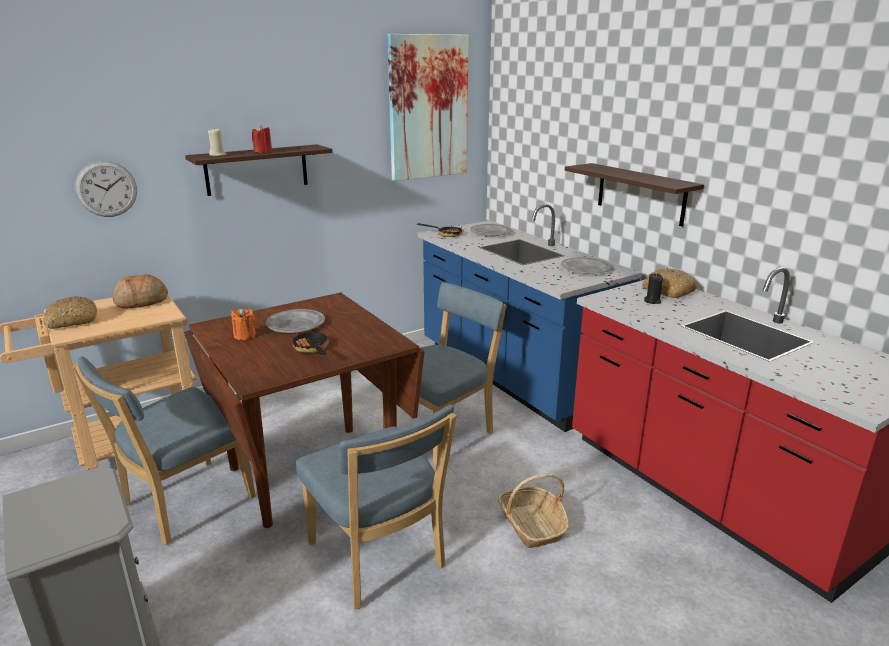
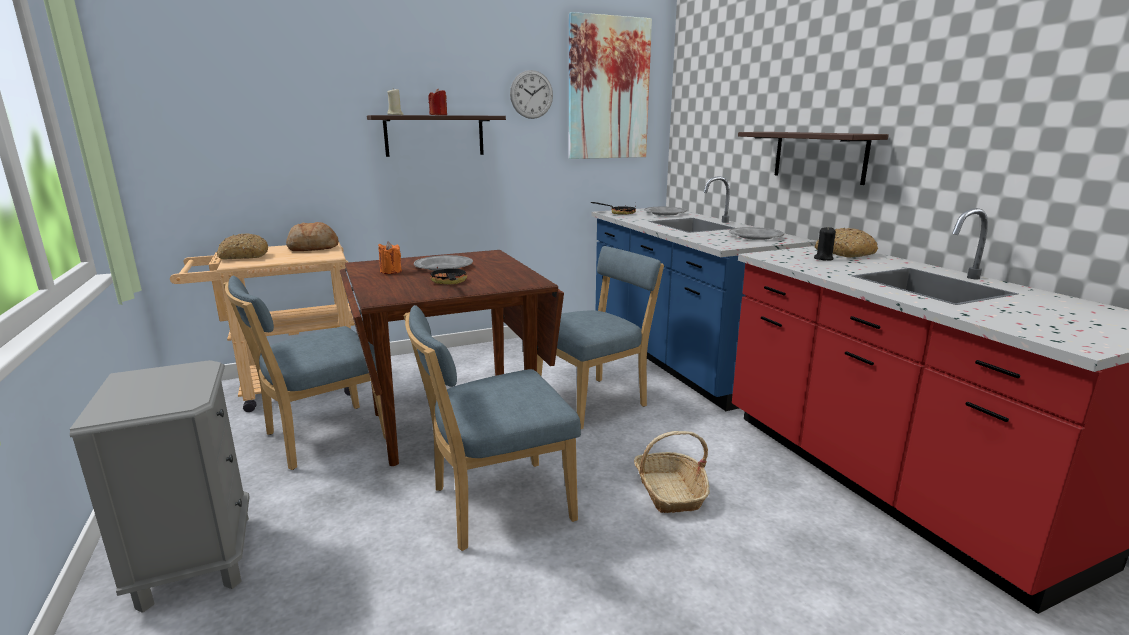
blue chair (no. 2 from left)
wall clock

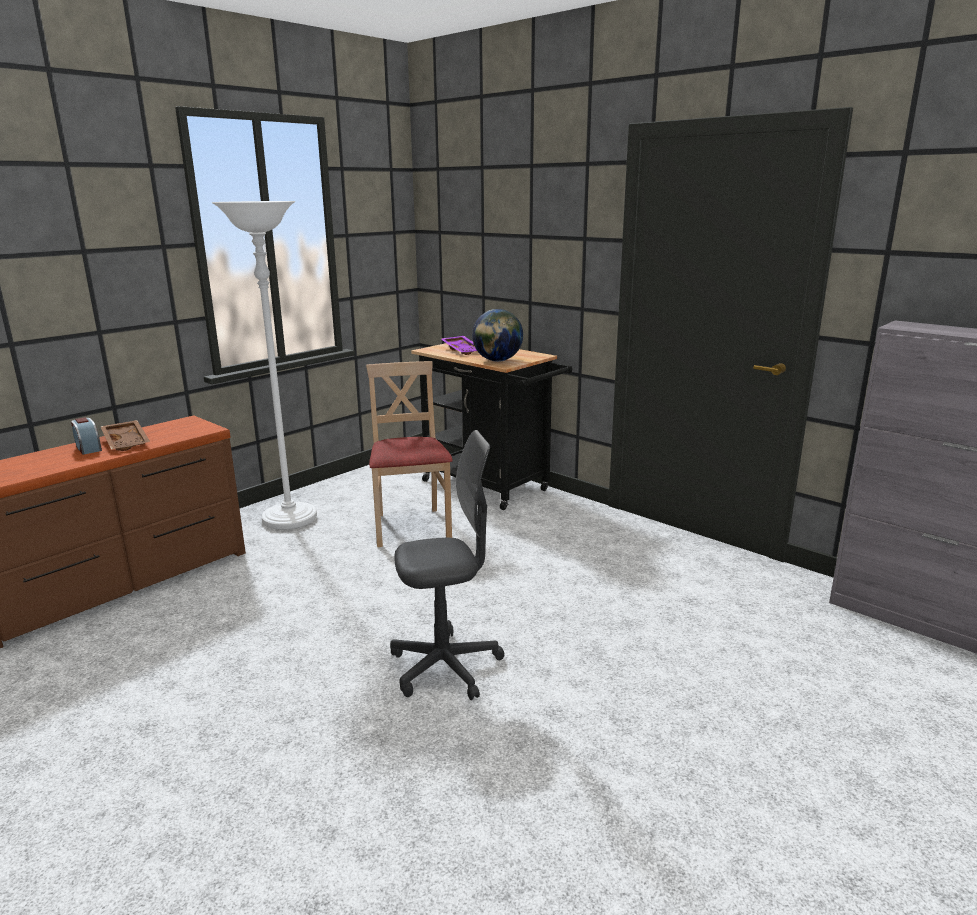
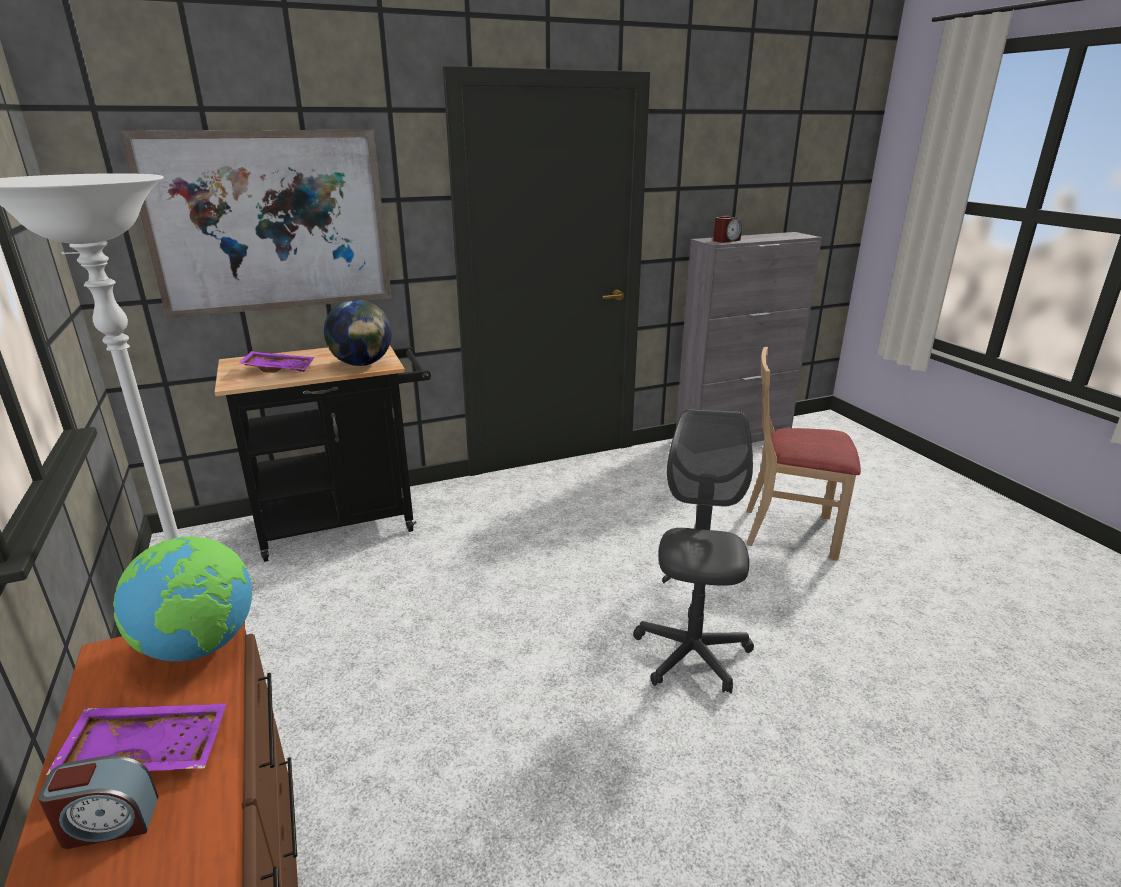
purple tray (no. 1 from left)
globe (no. 1 from left)
picture
alarm clock (no. 2 from left)
beige chair

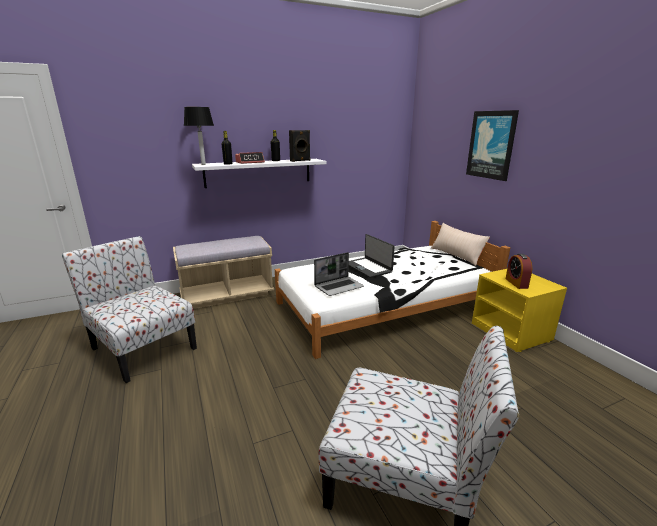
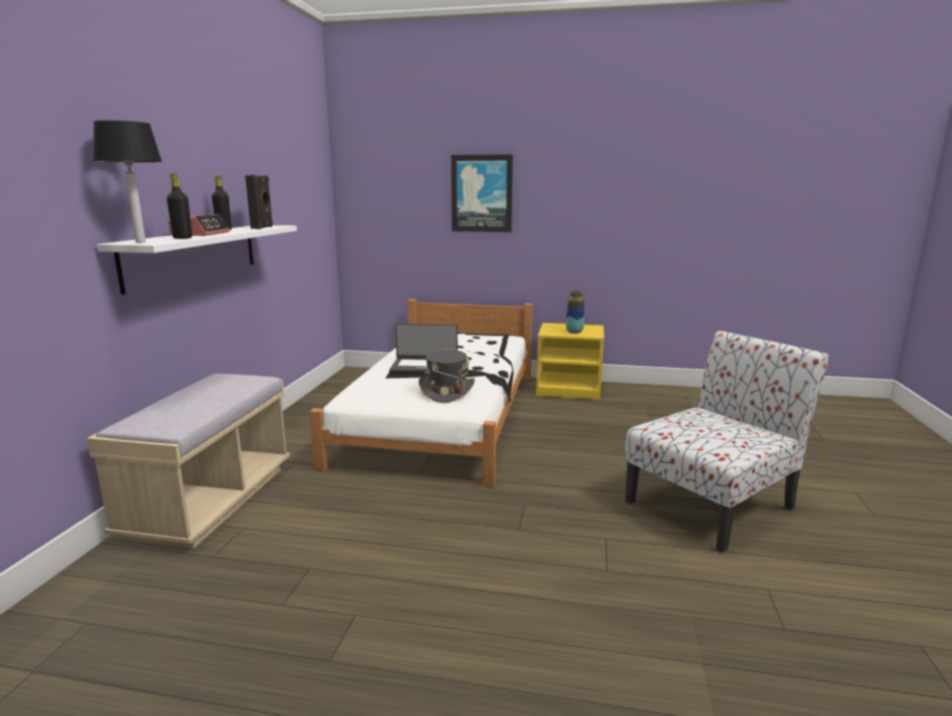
grey hat
vase
chair (no. 1 from left in the first image)
beige pillow

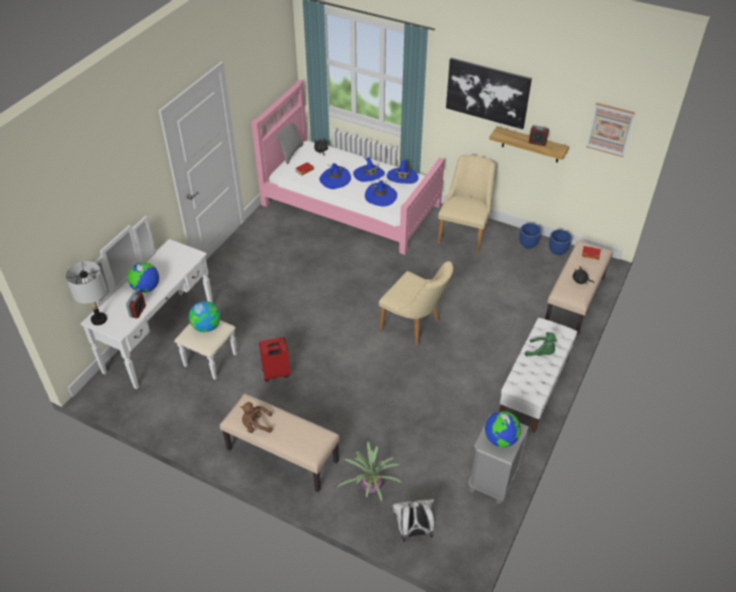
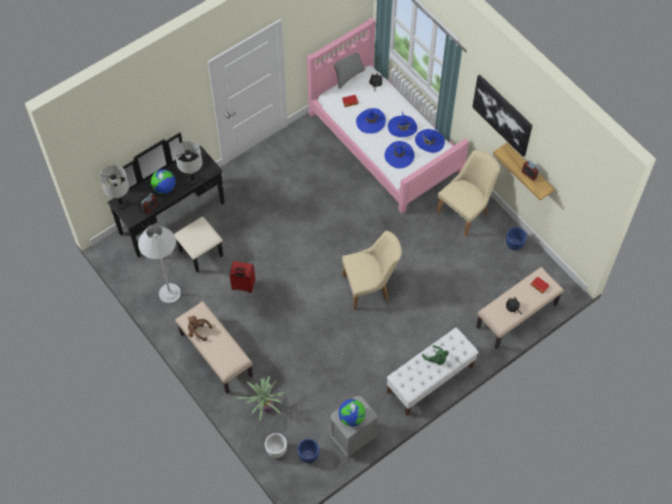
black dresser
white floor lamp
grey table lamp (no. 2 from left)
white planter
blue planter (no. 1 from left)
beige chair (no. 1 from left)
globe (no. 2 from left in the first image)
picture (no. 2 from left in the first image)

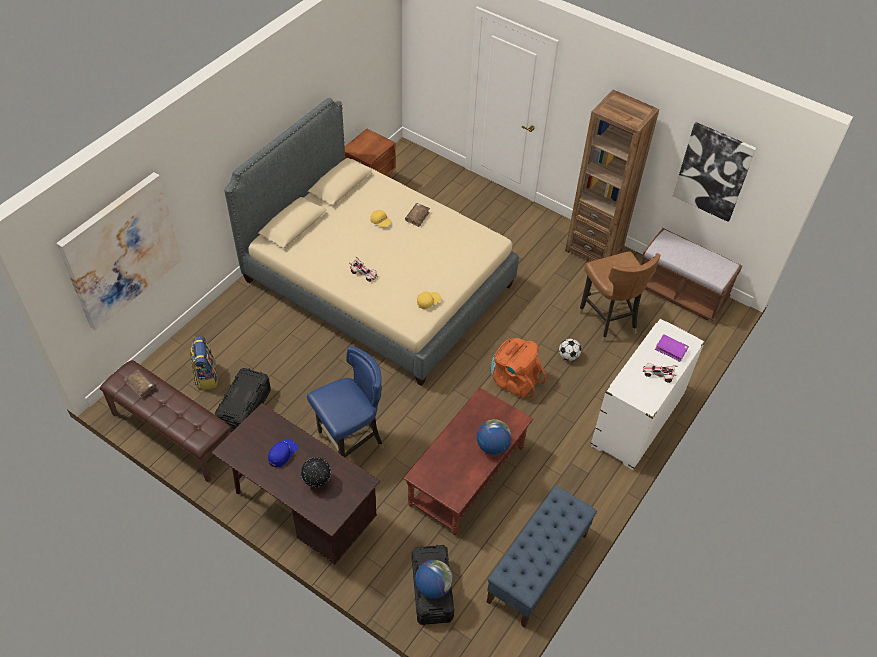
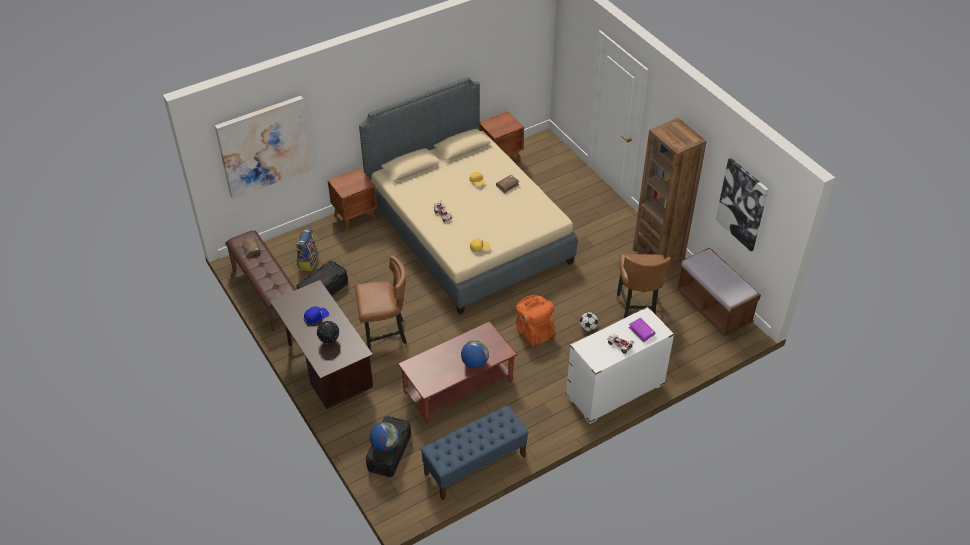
brown nightstand (no. 1 from left)
brown chair (no. 1 from left)

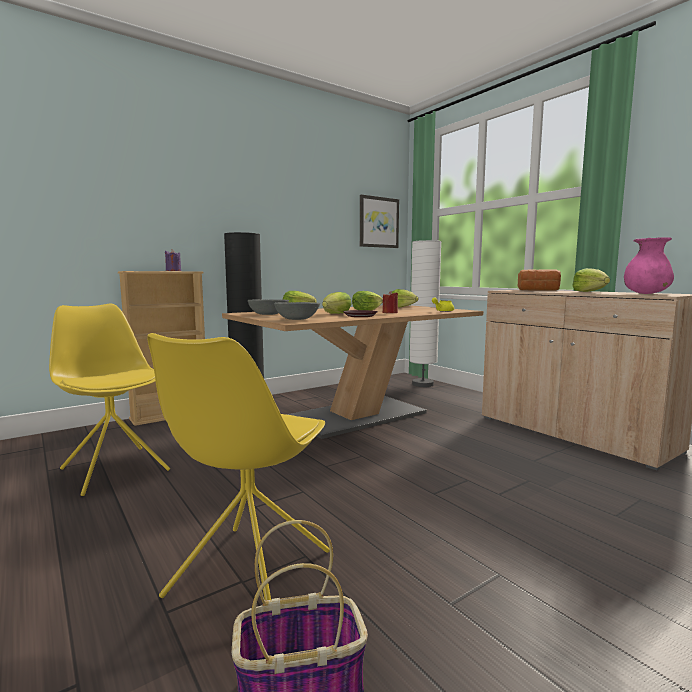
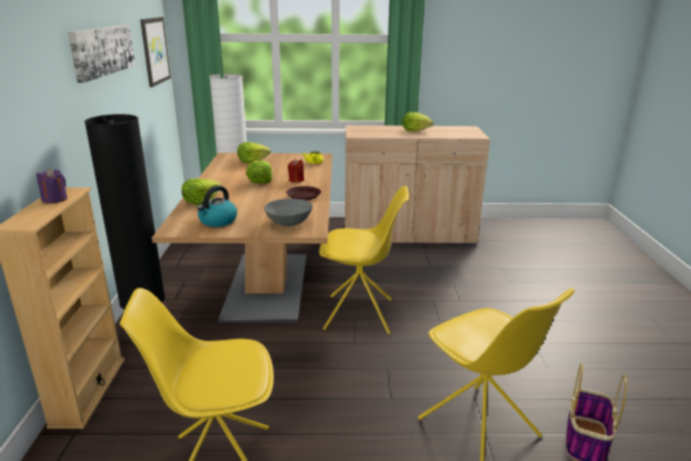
picture (no. 1 from left)
kettle
yellow chair (no. 2 from left)
lettuce (no. 2 from left in the first image)
bread
pink vase

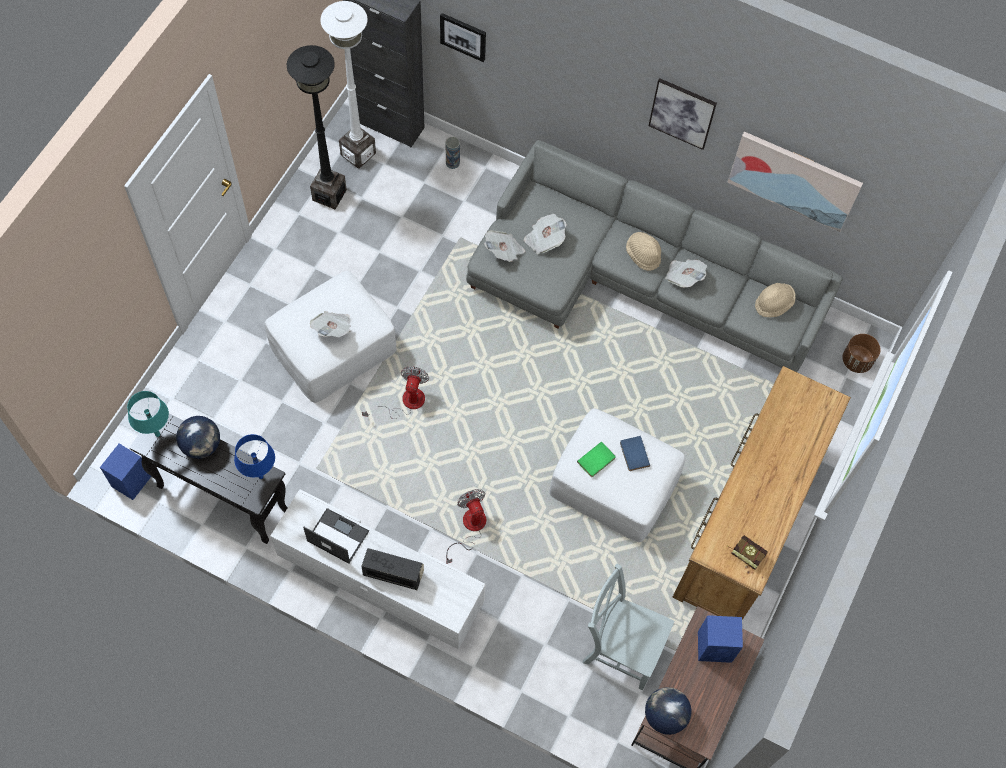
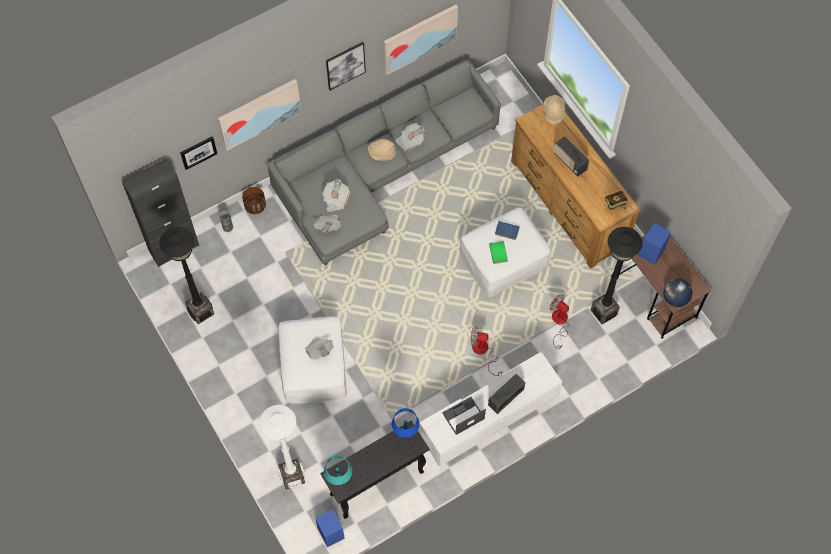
picture (no. 2 from left)
brown planter
white floor lamp
beige hat (no. 2 from left)
fan (no. 2 from left)
radio (no. 2 from left)
black floor lamp (no. 2 from left)
globe (no. 1 from left in the first image)

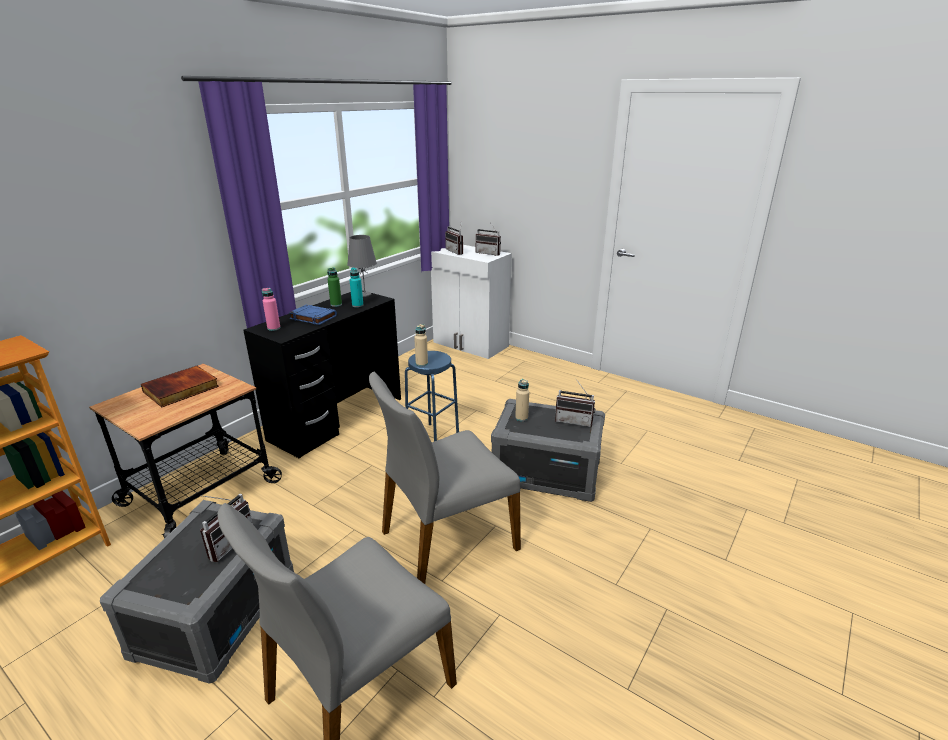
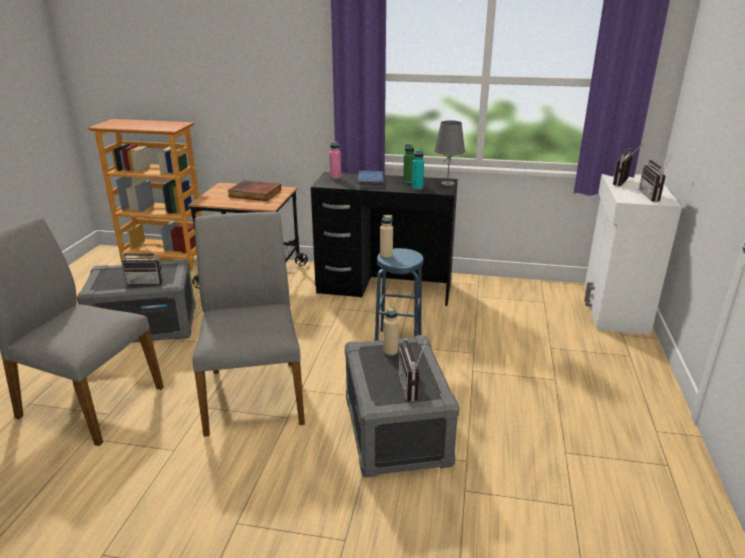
grey chair (no. 2 from left)

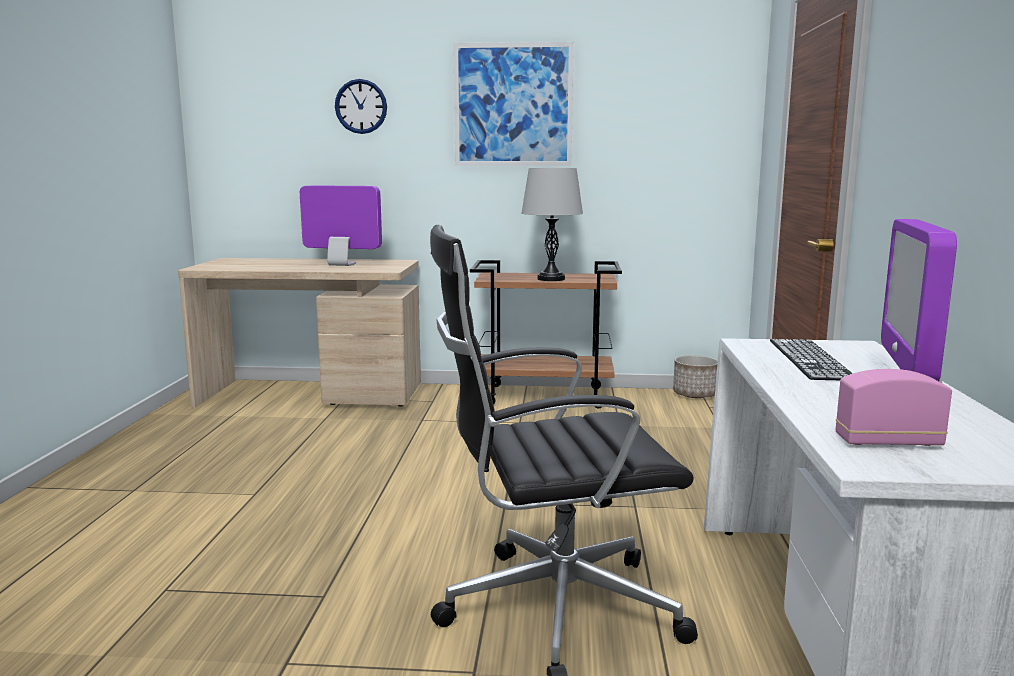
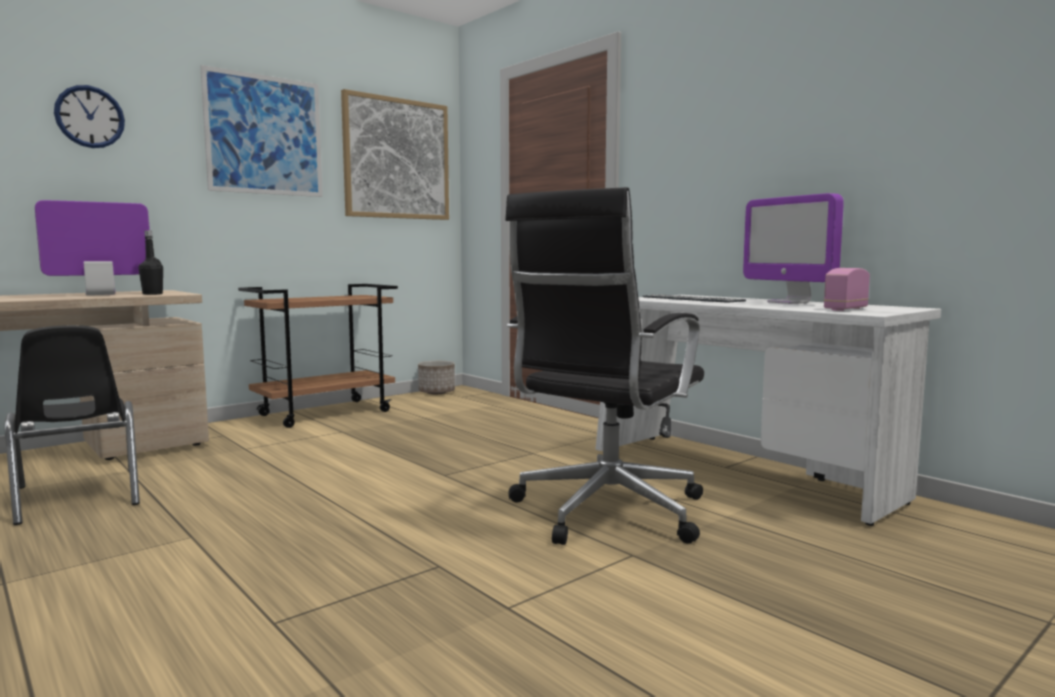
black chair
black bottle
picture (no. 2 from left)
grey table lamp

